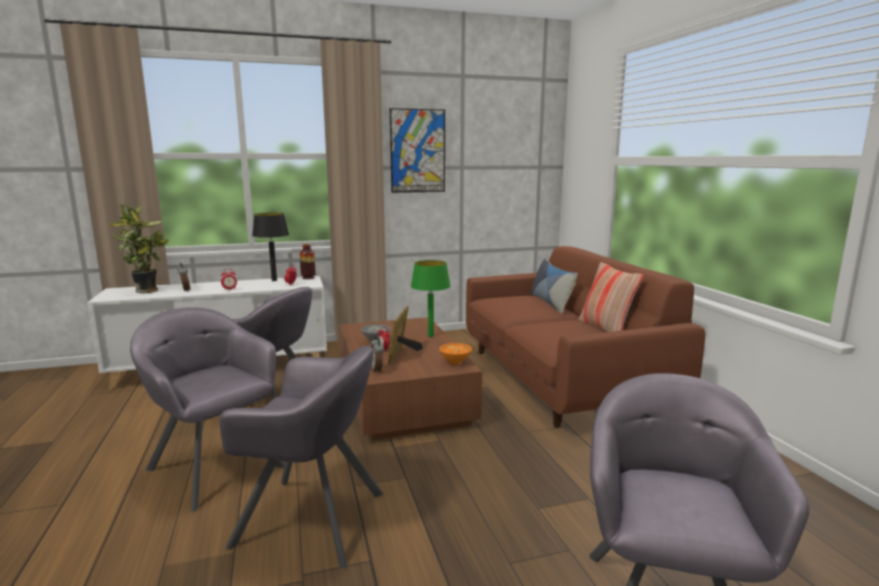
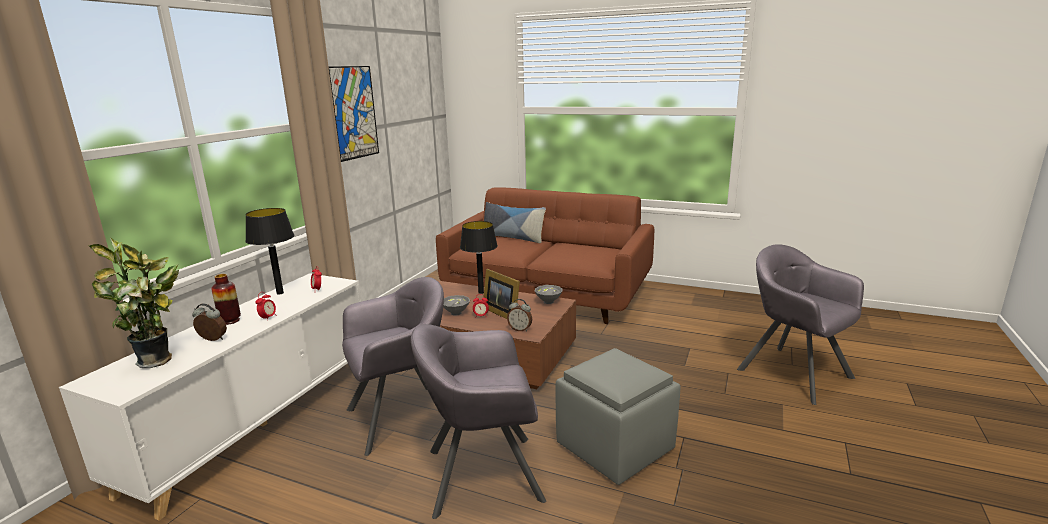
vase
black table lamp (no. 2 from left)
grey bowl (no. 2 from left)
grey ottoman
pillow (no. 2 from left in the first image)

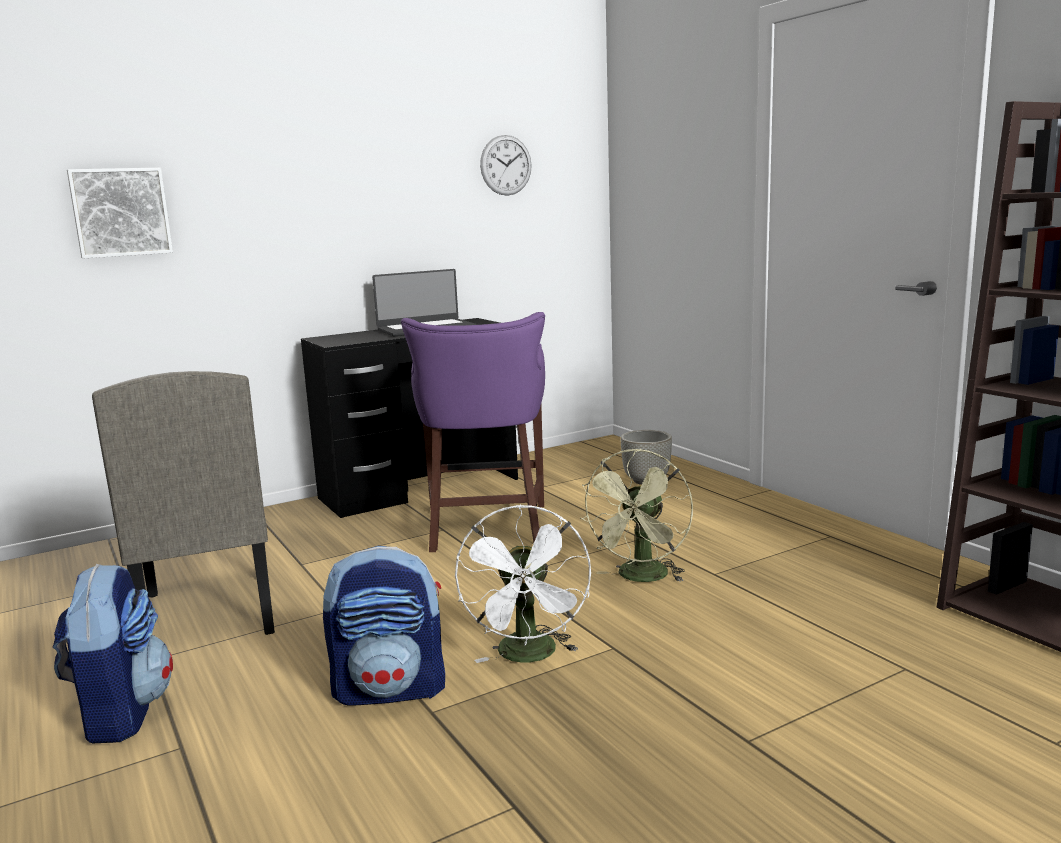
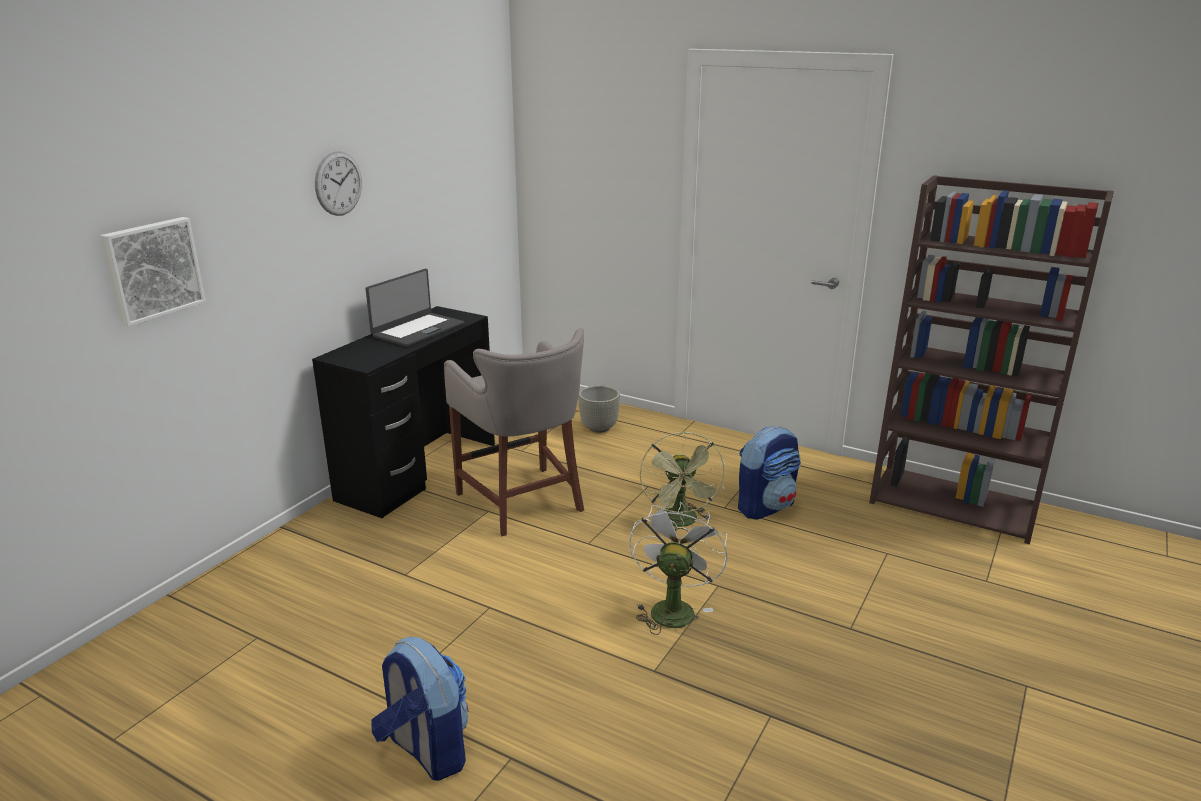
wall clock
grey stool
white fan
backpack (no. 2 from left)
beige chair

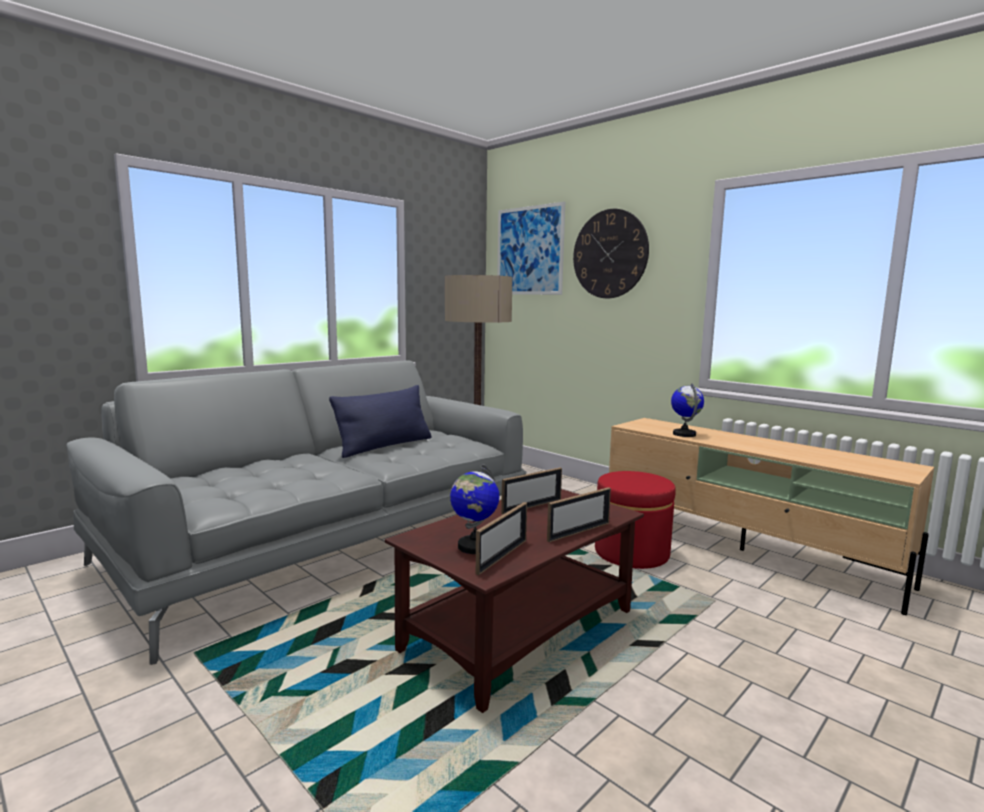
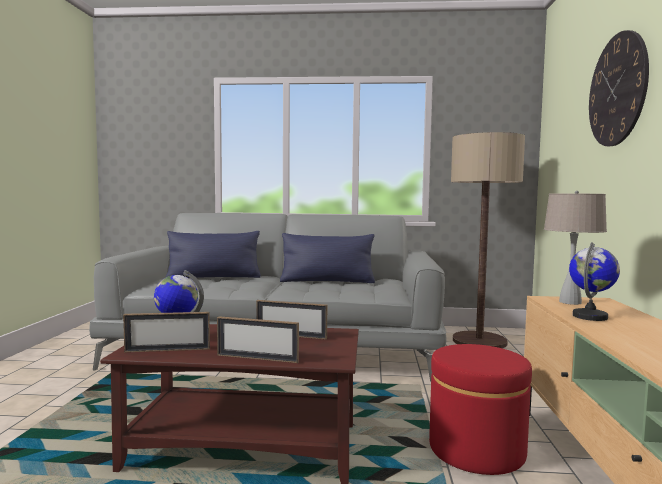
blue pillow (no. 1 from left)
beige table lamp
picture

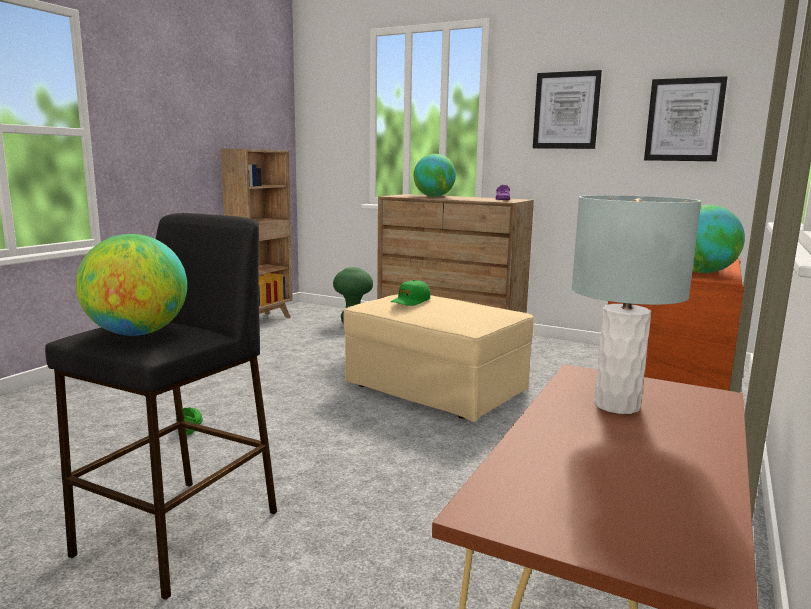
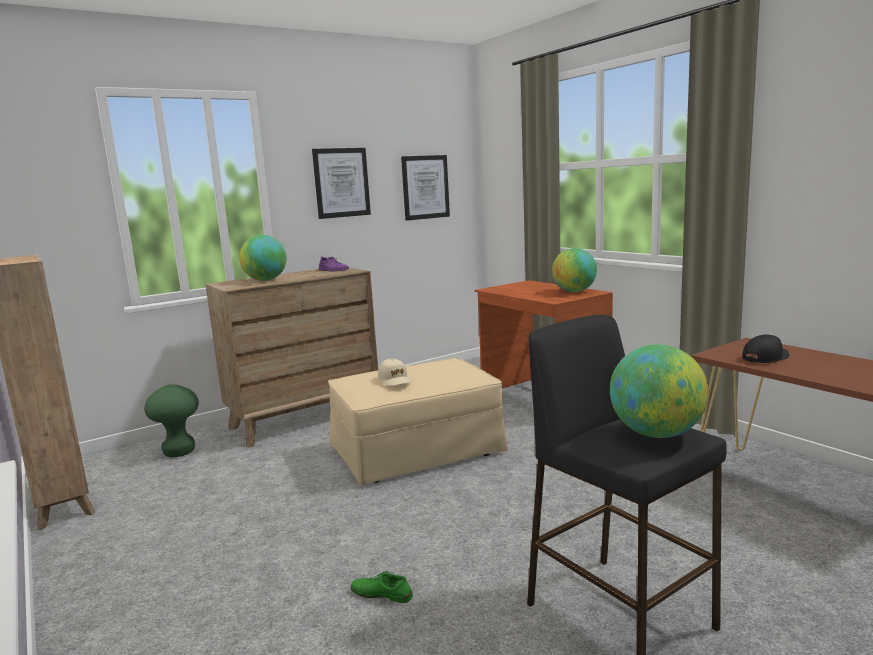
beige cap
black cap

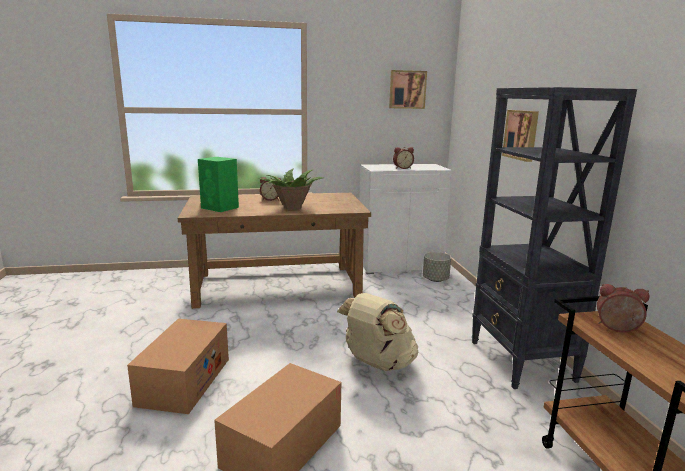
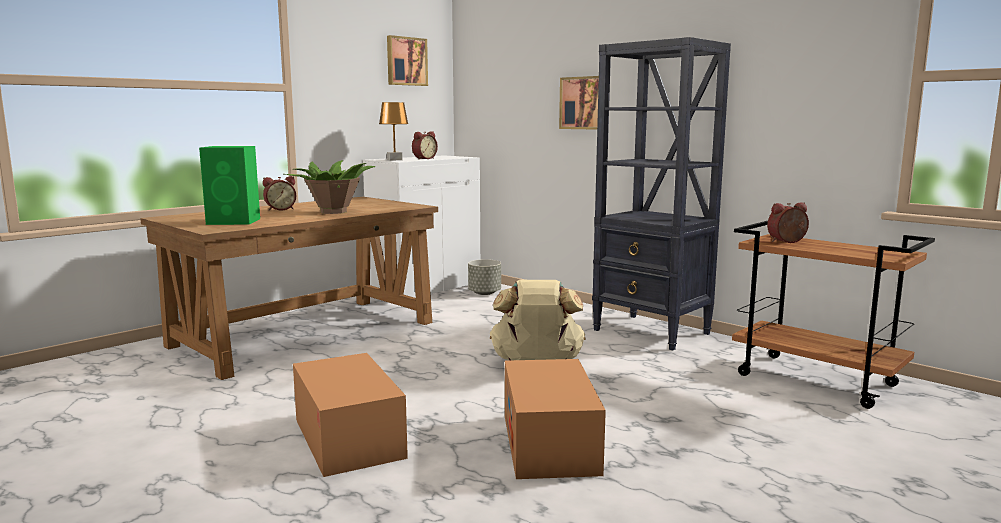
brown table lamp

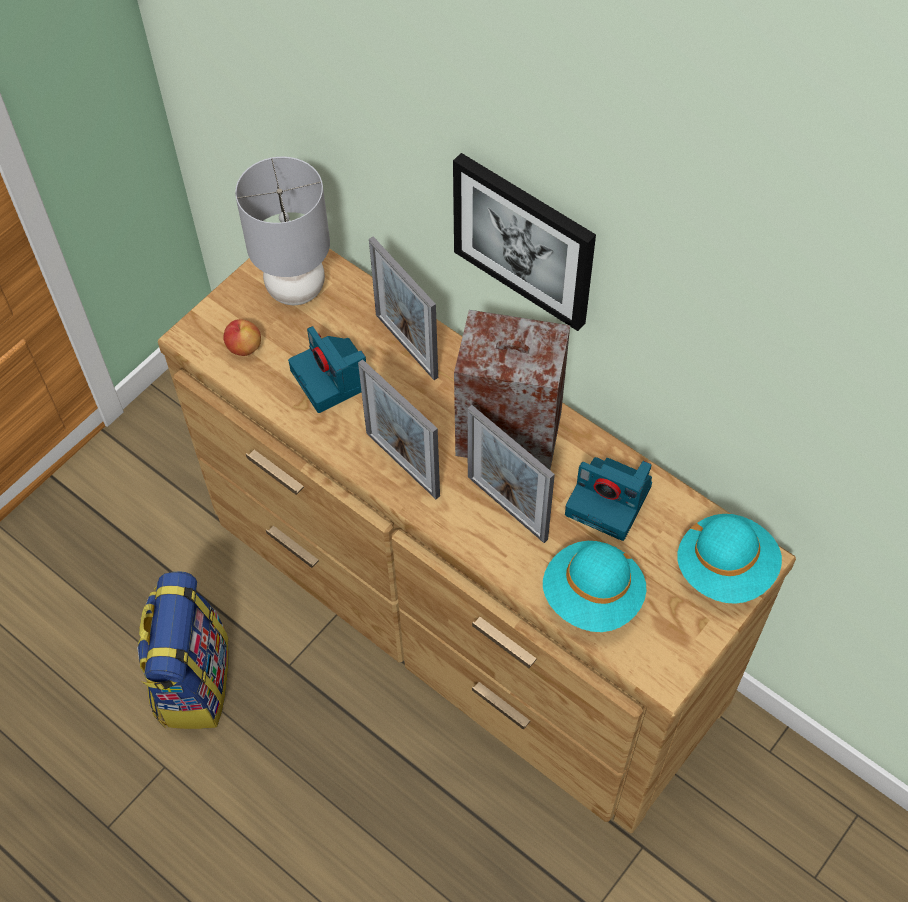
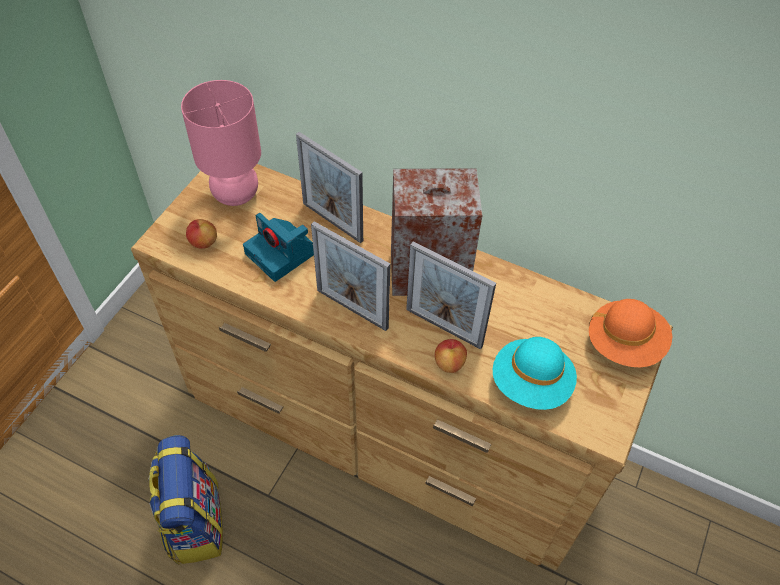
pink table lamp
apple (no. 2 from left)
orange hat
picture
photo camera (no. 2 from left in the first image)

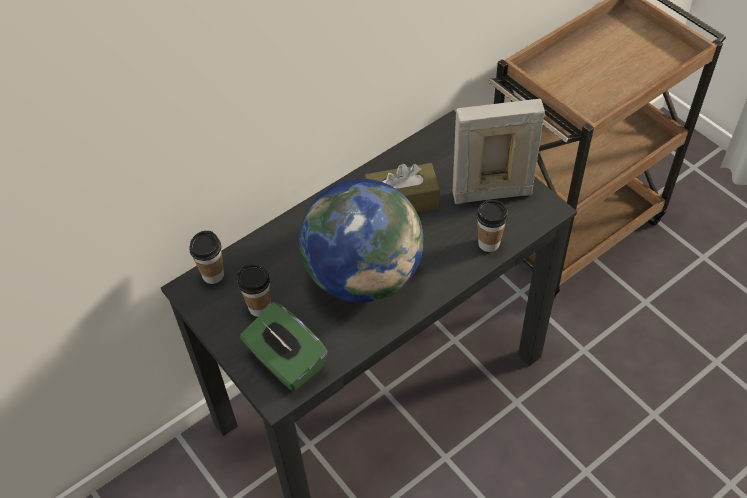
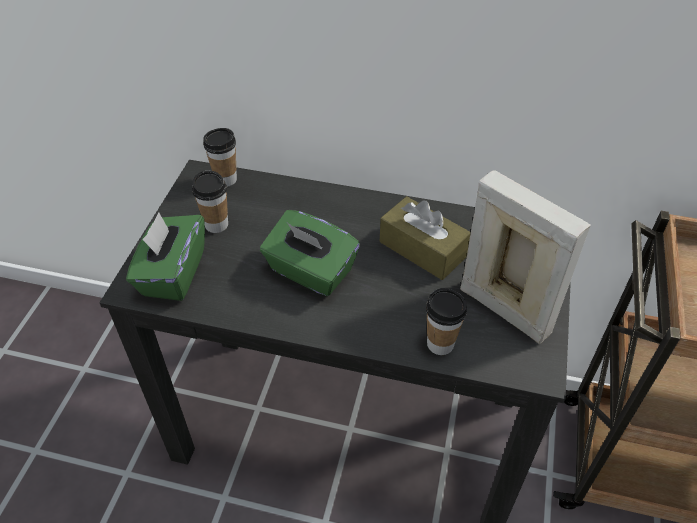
green tissue box (no. 2 from left)

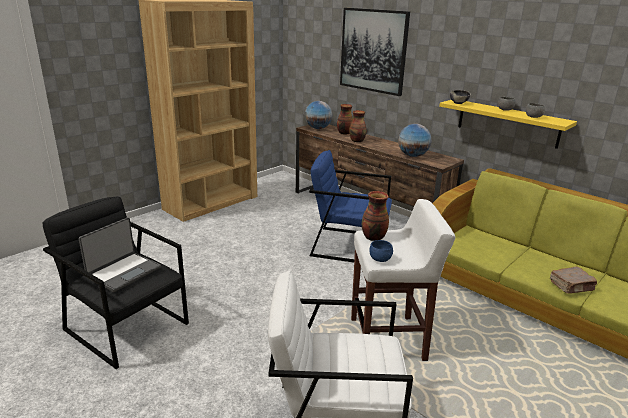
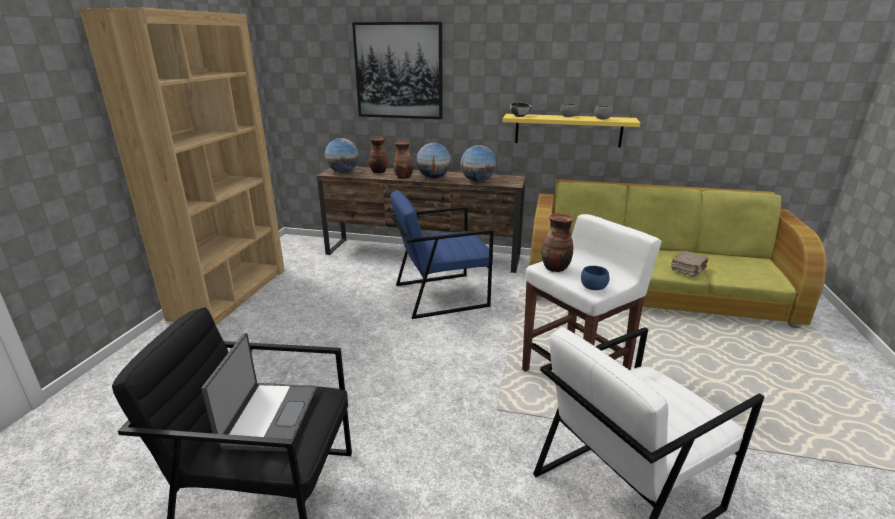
globe (no. 2 from left)

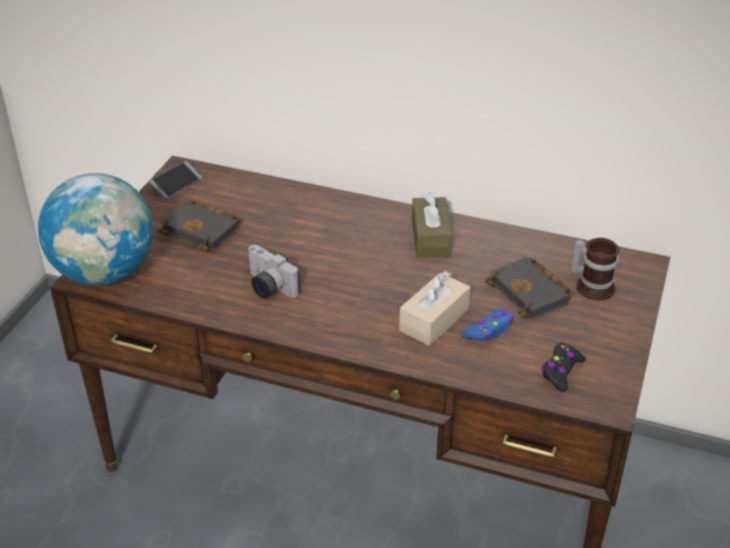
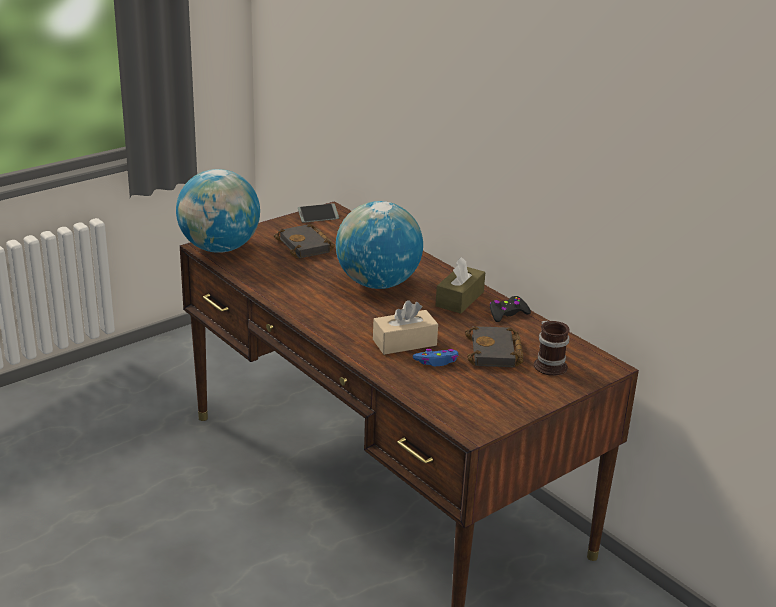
globe (no. 2 from left)
black game controller
photo camera

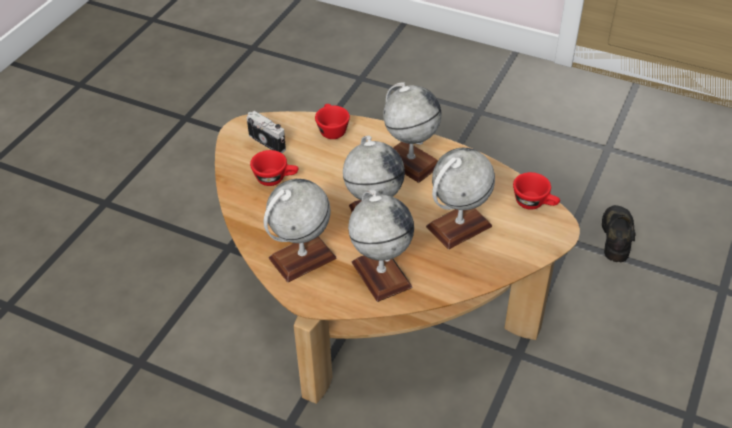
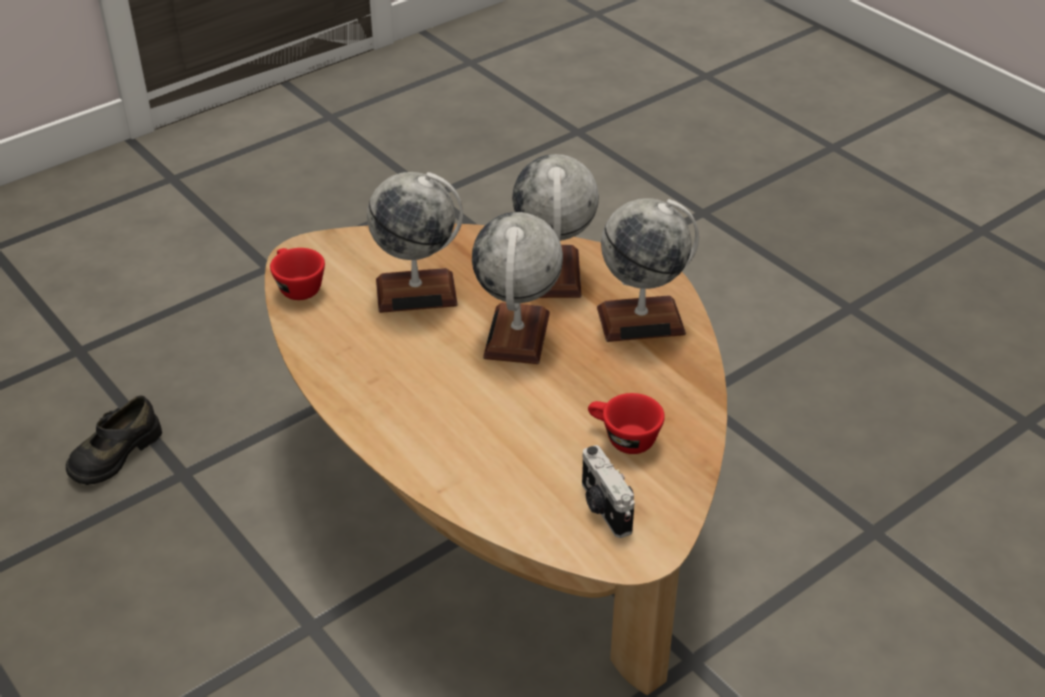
red cup (no. 2 from left in the first image)
globe (no. 4 from left in the first image)

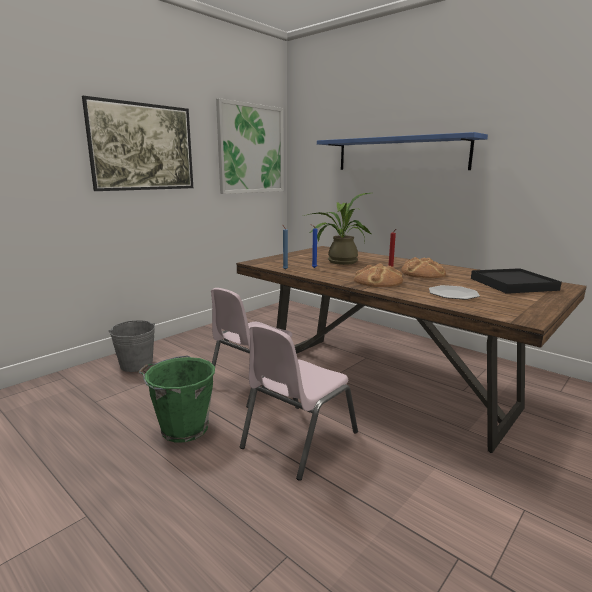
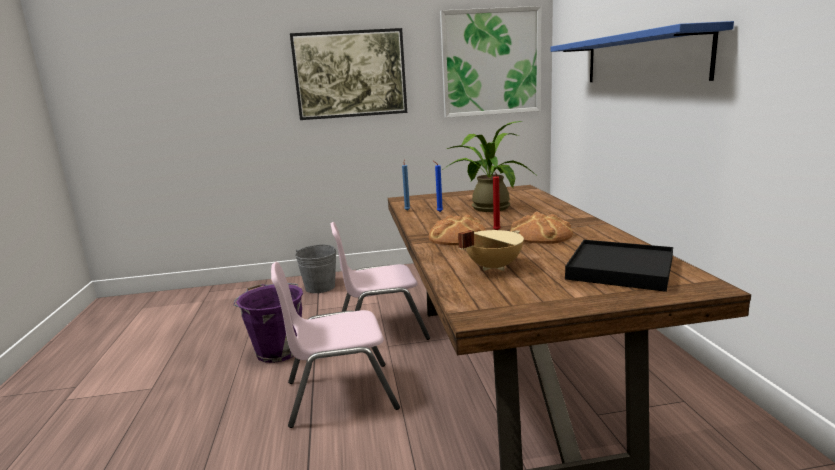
purple bucket
beige cooking pot

